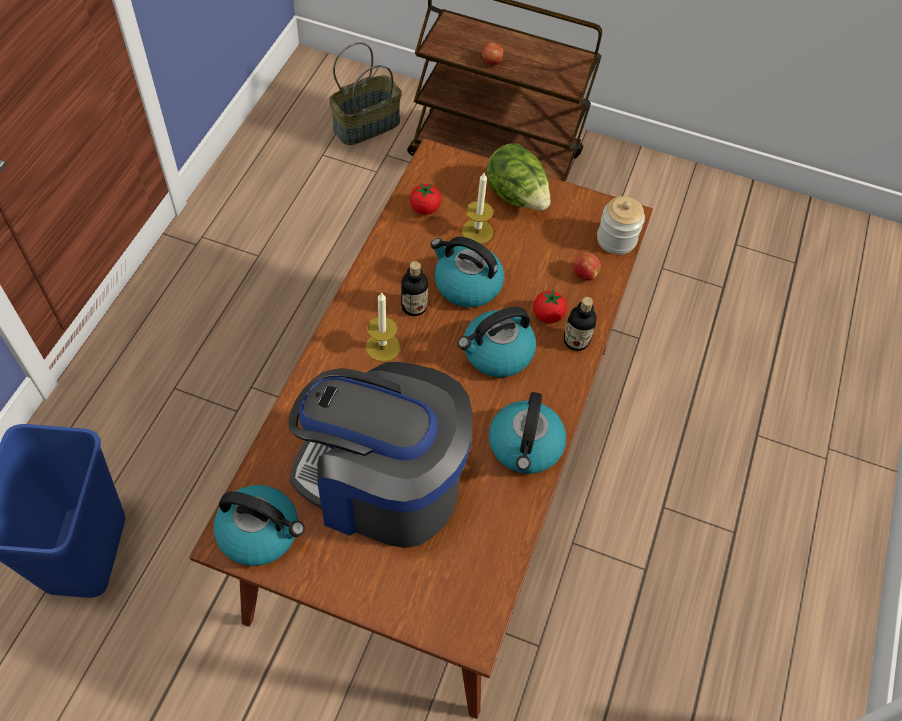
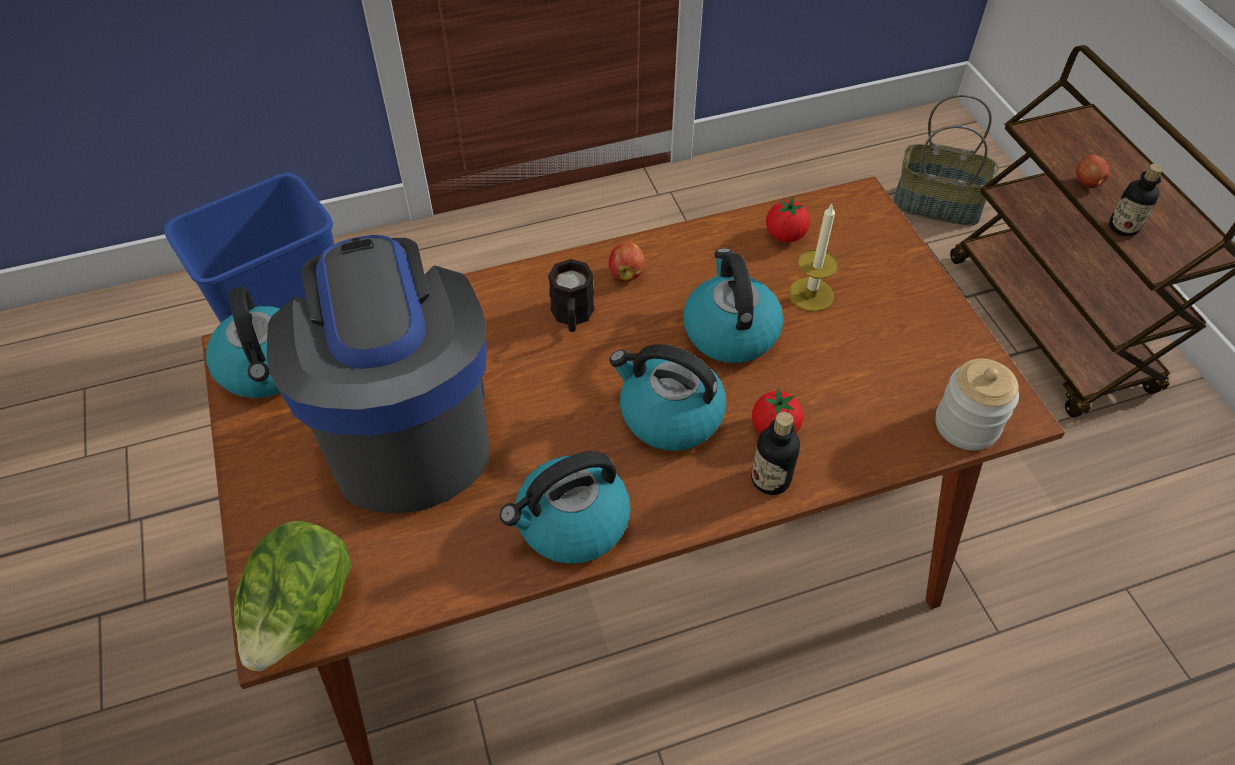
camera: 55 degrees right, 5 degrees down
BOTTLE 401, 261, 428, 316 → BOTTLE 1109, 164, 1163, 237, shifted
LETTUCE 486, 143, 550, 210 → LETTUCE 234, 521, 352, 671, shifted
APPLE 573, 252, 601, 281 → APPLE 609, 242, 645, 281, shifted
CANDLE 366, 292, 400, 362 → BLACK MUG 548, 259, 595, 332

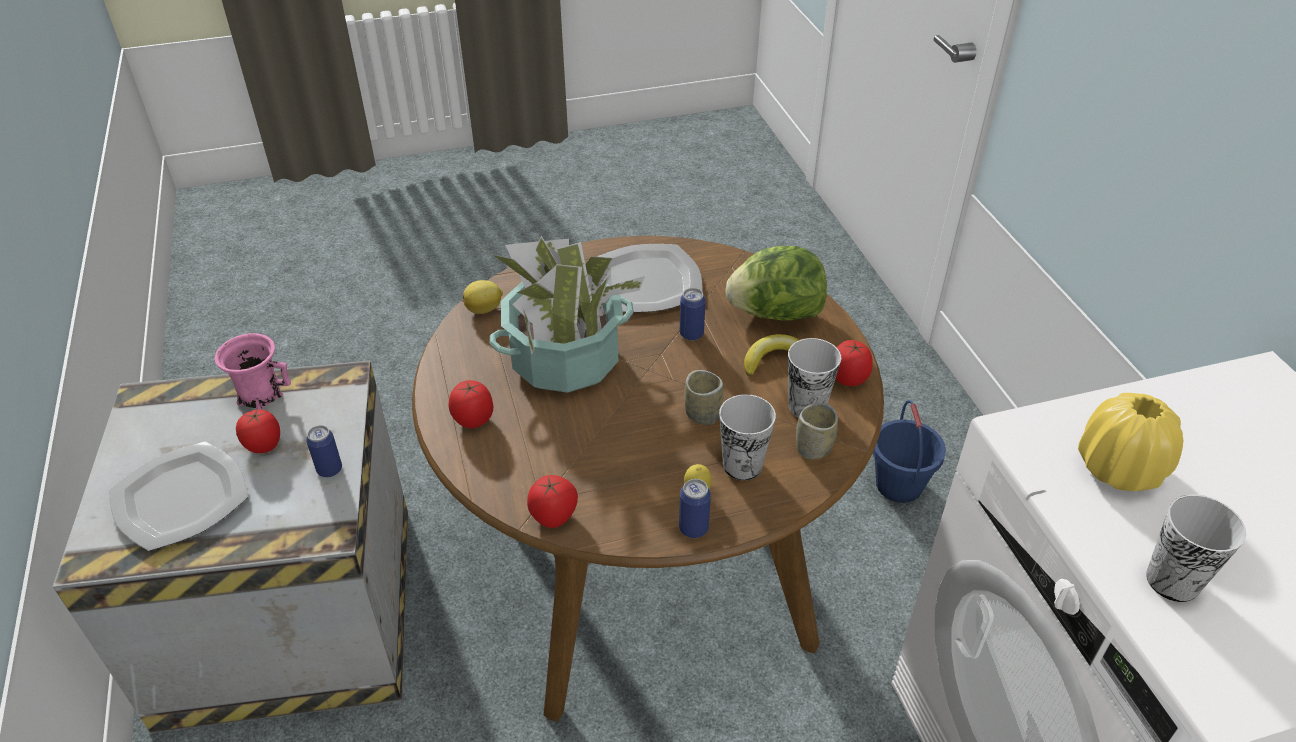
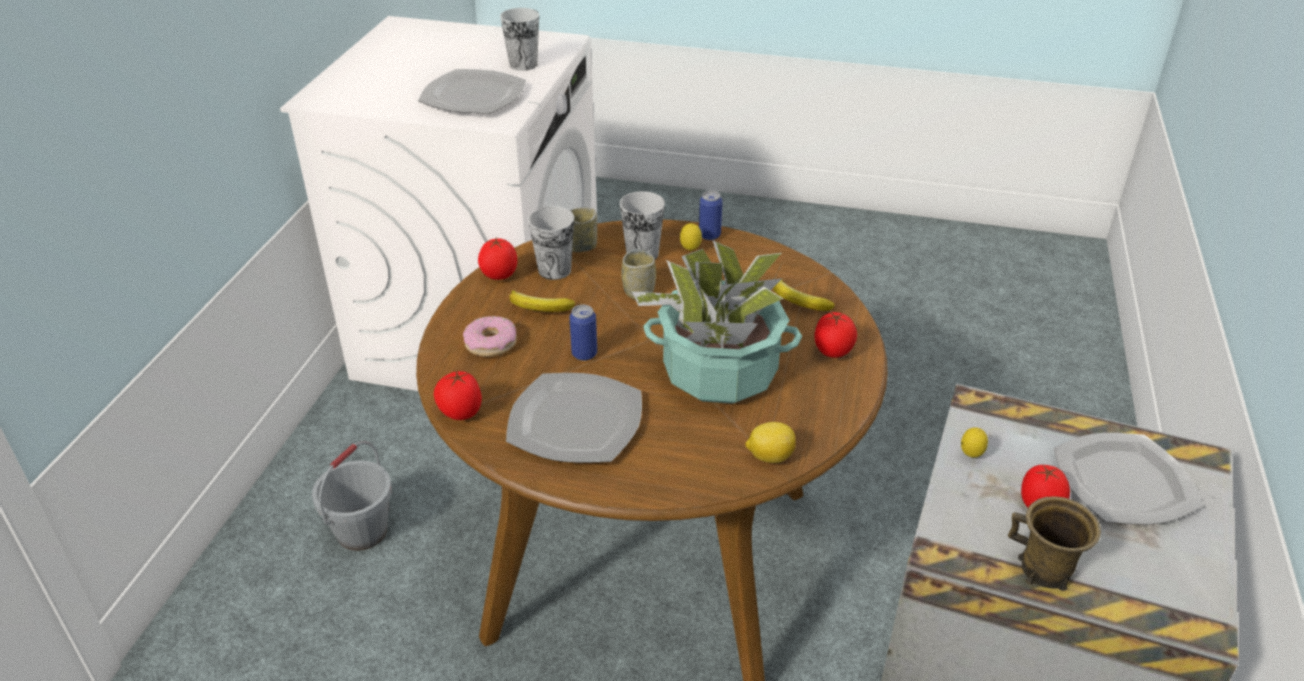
camera: 150 degrees left, 5 degrees down
- → BANANA 773, 279, 835, 311
TOMATO 527, 475, 578, 528 → TOMATO 434, 370, 482, 420, shifted
CAN 306, 425, 342, 478 → LEMON 961, 427, 988, 458
LETTUCE 725, 246, 827, 321 → DONUT 463, 316, 517, 357
YELLOW VASE 1078, 393, 1183, 491 → PLATE 418, 69, 526, 114
PINK MUG 215, 333, 291, 410 → BROWN MUG 1008, 496, 1101, 591
BLUE BUCKET 873, 400, 946, 503 → GREY BUCKET 312, 442, 392, 551

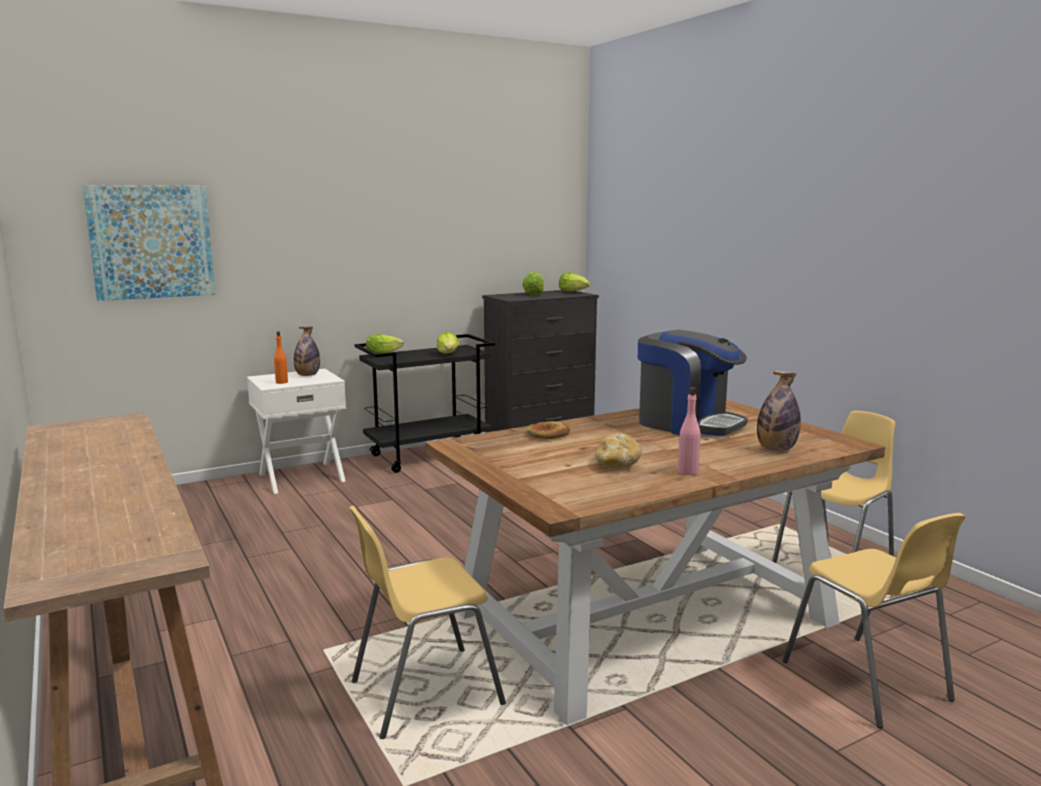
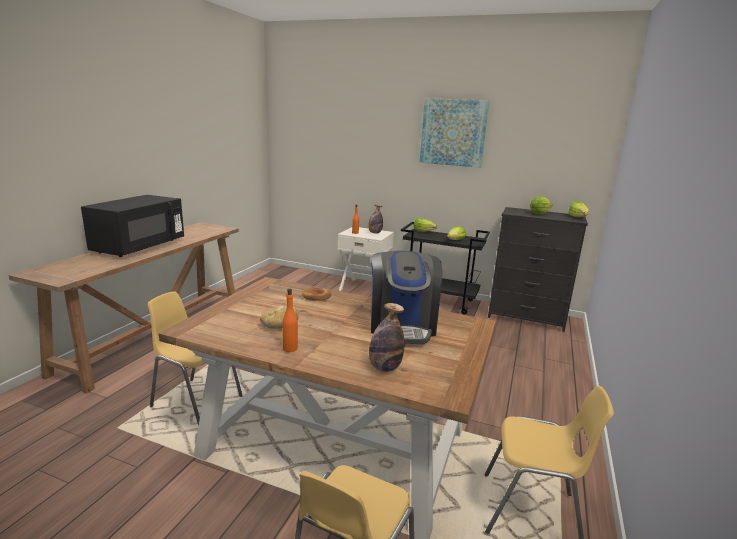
camera: 50 degrees right, 5 degrees up
- → BLACK MICROWAVE 81, 195, 184, 257
PICTURE 82, 185, 215, 301 → PICTURE 420, 98, 489, 168, shifted
PINK BOTTLE 678, 387, 701, 475 → ORANGE BOTTLE 282, 288, 298, 352

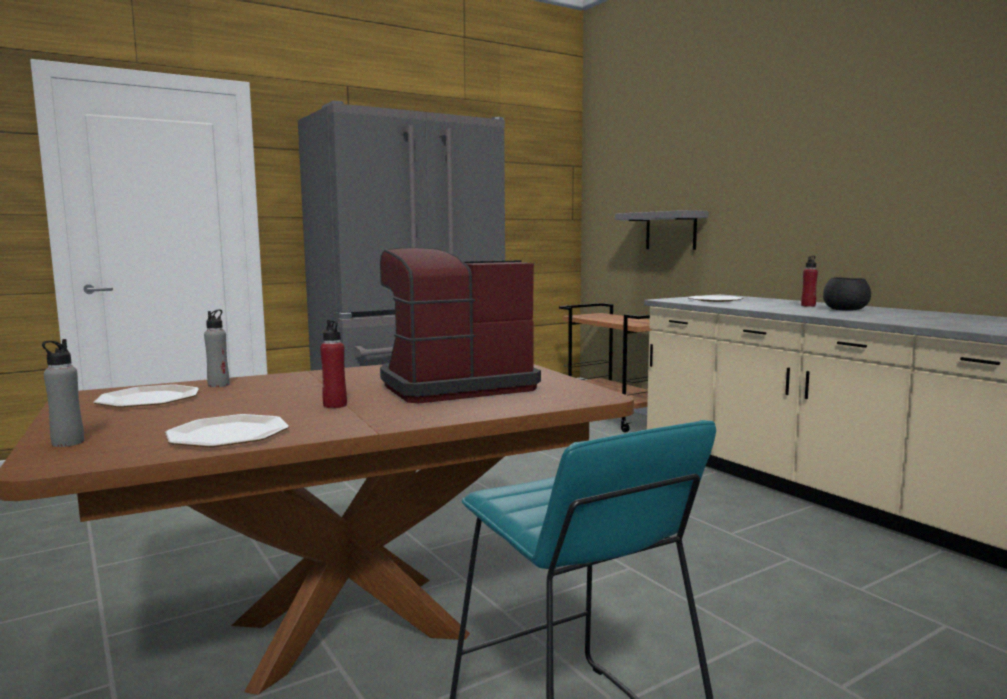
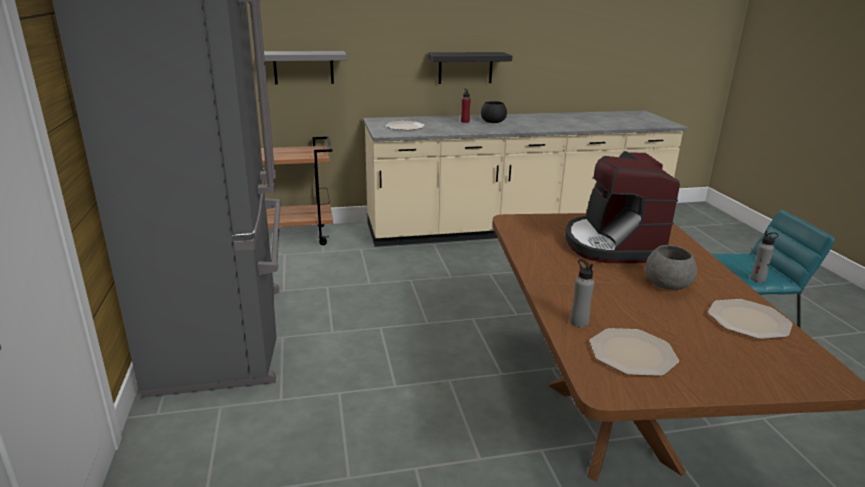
camera: 70 degrees left, 15 degrees up
- → BLACK SHELF 428, 52, 512, 84
GREY BOTTLE 42, 339, 84, 447 → GREY BOTTLE 750, 231, 779, 283, shifted
RED BOTTLE 320, 320, 347, 408 → GREY BOWL 645, 245, 697, 290

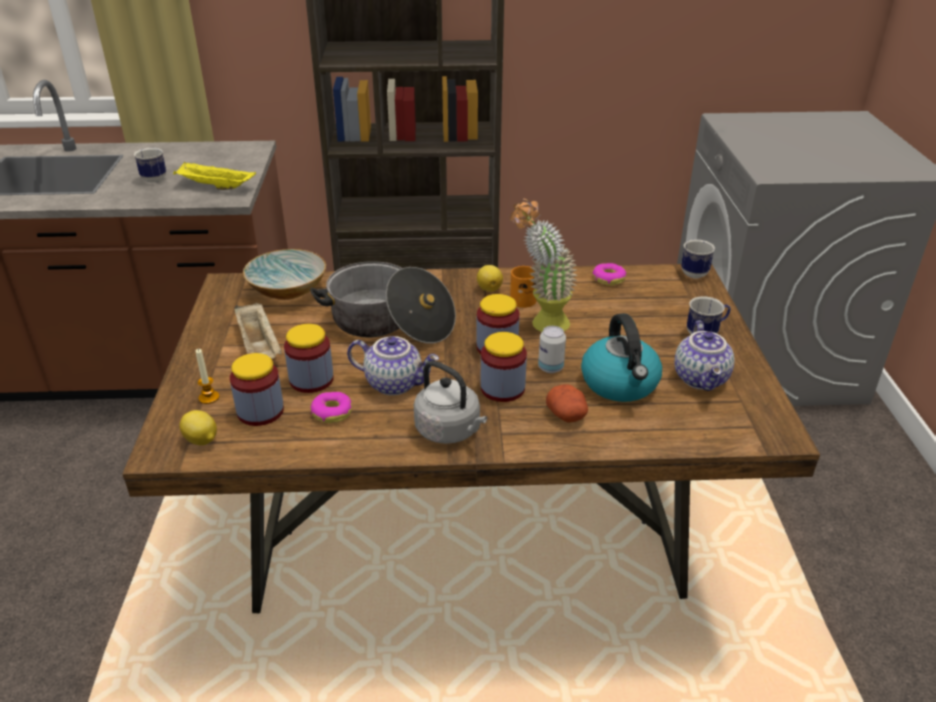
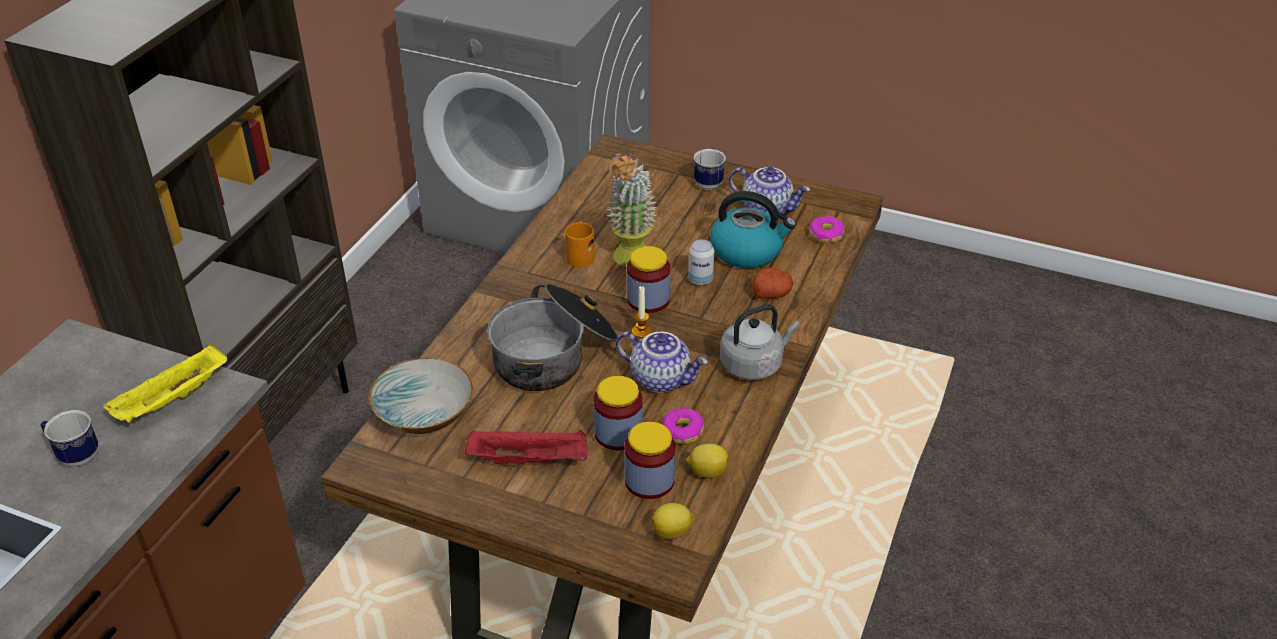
camera: 65 degrees left, 5 degrees up
JAR 480, 332, 527, 402 → -
MUG 681, 239, 715, 278 → -
CANDLE 196, 349, 219, 404 → CANDLE 632, 286, 651, 338, shifted
LEMON 477, 265, 503, 292 → LEMON 686, 444, 729, 478, shifted
DONUT 592, 263, 626, 286 → DONUT 809, 216, 844, 243, shifted
BEIGE TRAY 234, 303, 282, 359 → RED TRAY 465, 429, 588, 468
TEAPOT 347, 336, 439, 396 → TEAPOT 616, 331, 708, 393, 75 degrees clockwise

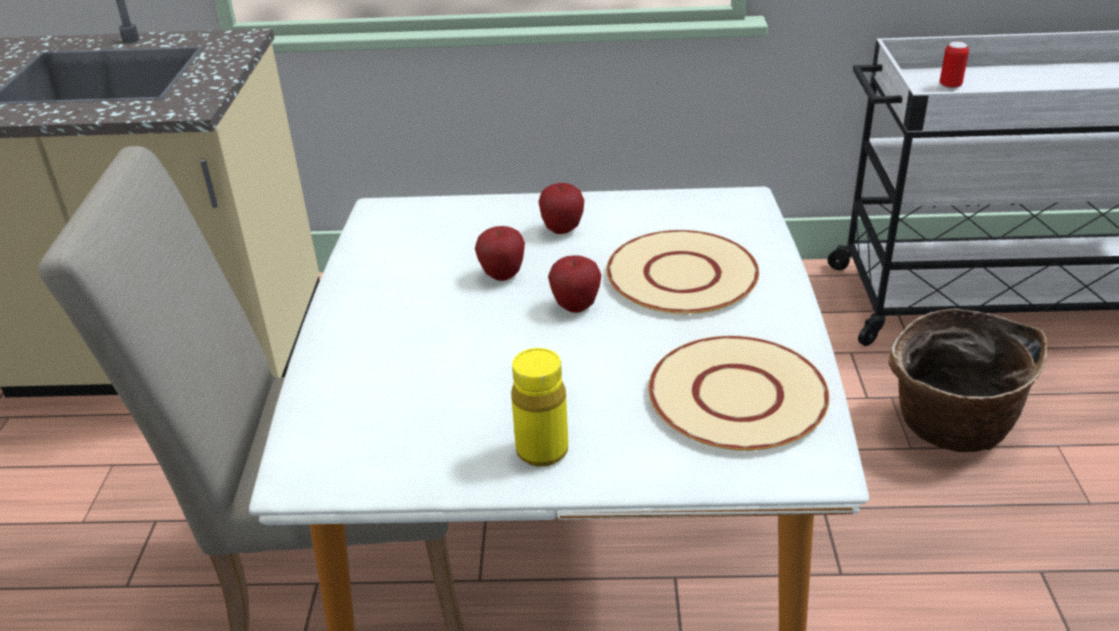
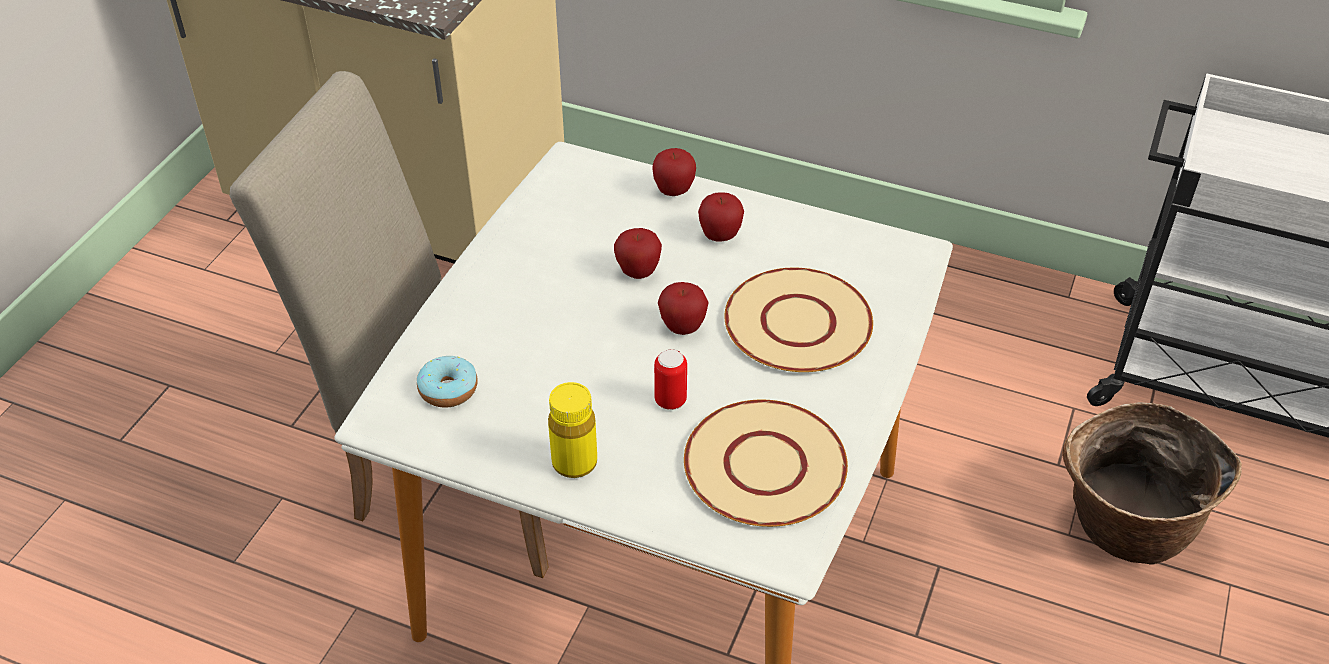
camera: 20 degrees right, 10 degrees up
- → DONUT 417, 356, 478, 408
- → APPLE 652, 148, 696, 196
CAN 940, 42, 969, 89 → CAN 654, 349, 687, 410, shifted

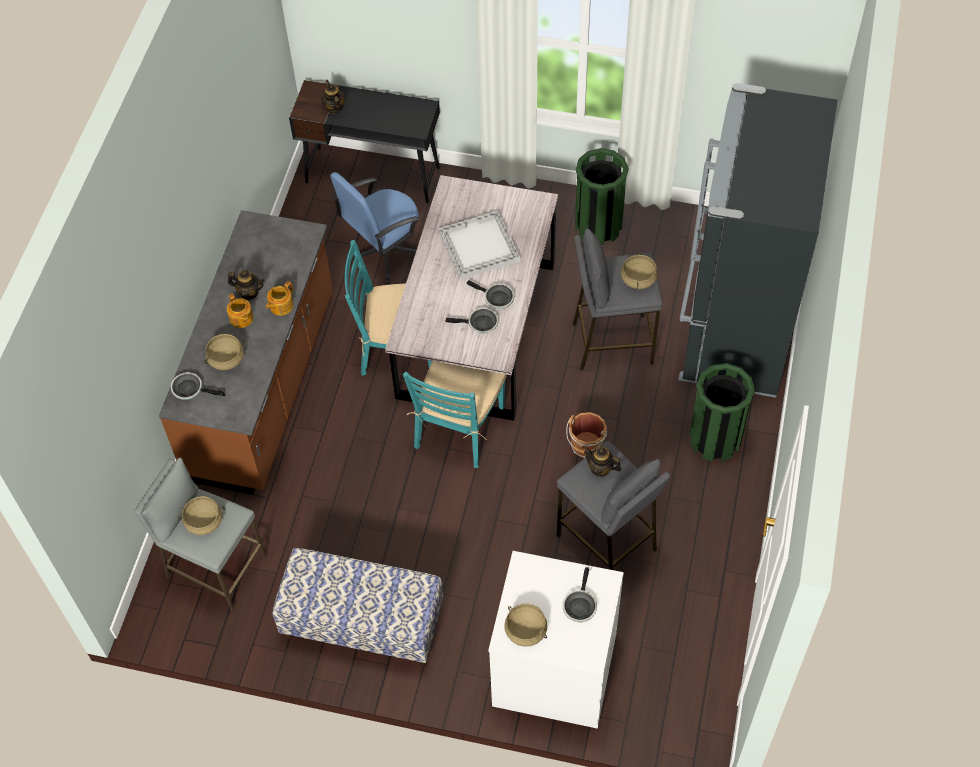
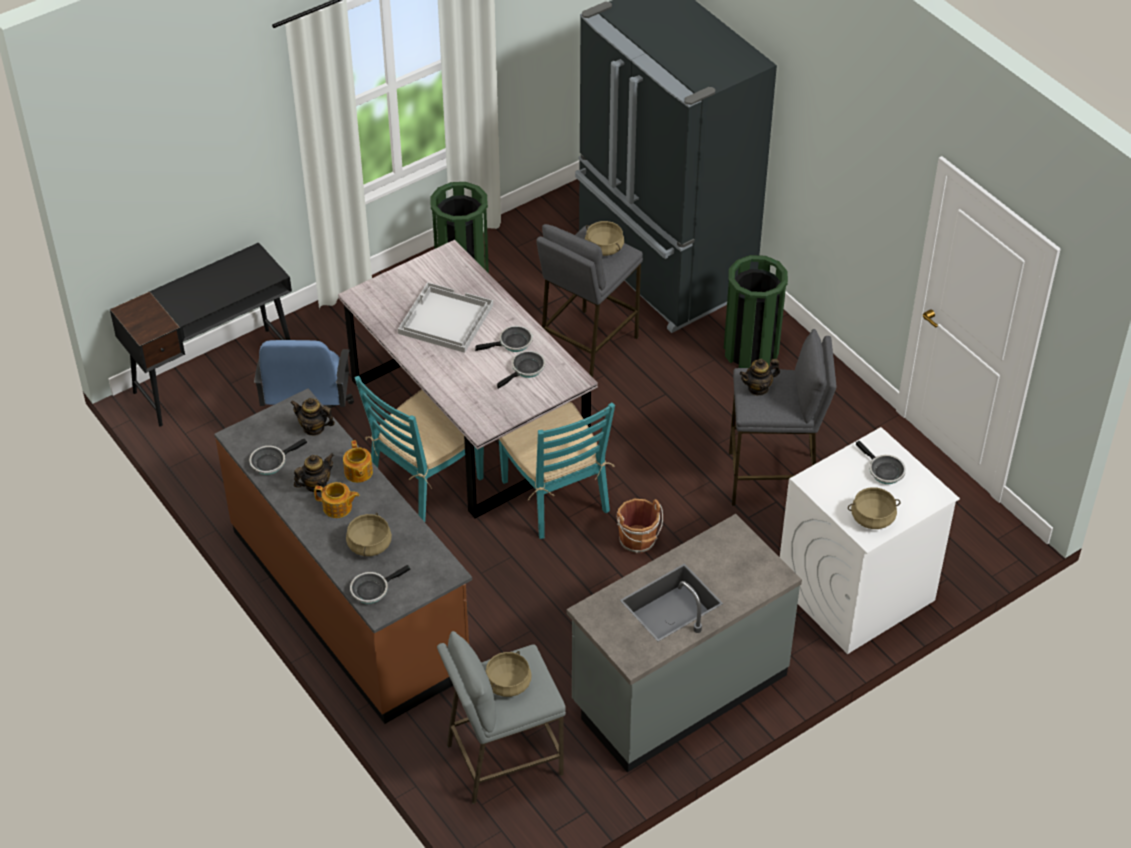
camera: 50 degrees left, 10 degrees down
- → FRYING PAN 249, 439, 307, 475
TEAPOT 321, 80, 345, 114 → TEAPOT 290, 398, 335, 436, shifted
BROWN BUCKET 566, 412, 607, 458 → BROWN BUCKET 617, 499, 663, 553, shifted
BENCH 273, 548, 444, 667 → GREY COUNTER 567, 514, 802, 773

